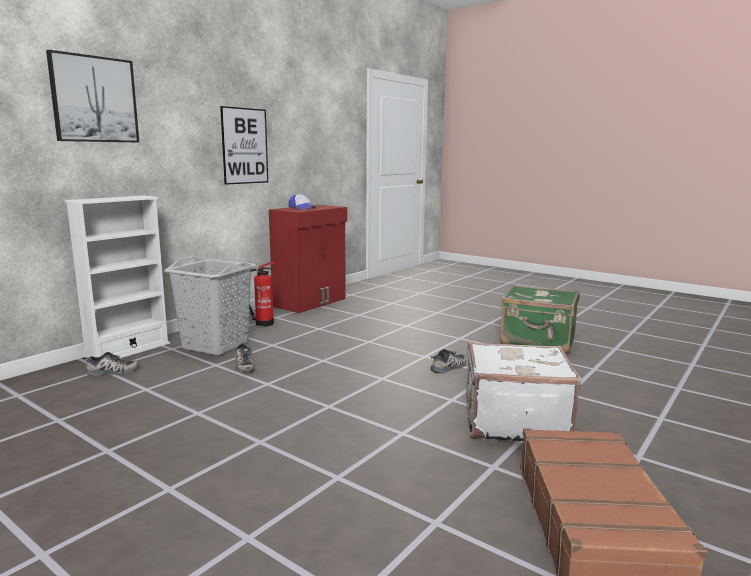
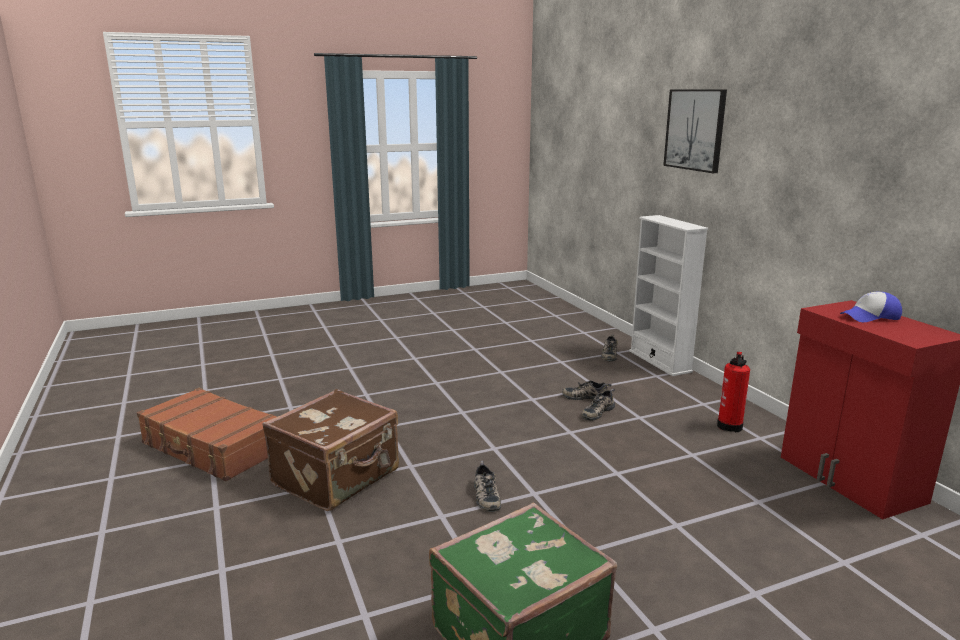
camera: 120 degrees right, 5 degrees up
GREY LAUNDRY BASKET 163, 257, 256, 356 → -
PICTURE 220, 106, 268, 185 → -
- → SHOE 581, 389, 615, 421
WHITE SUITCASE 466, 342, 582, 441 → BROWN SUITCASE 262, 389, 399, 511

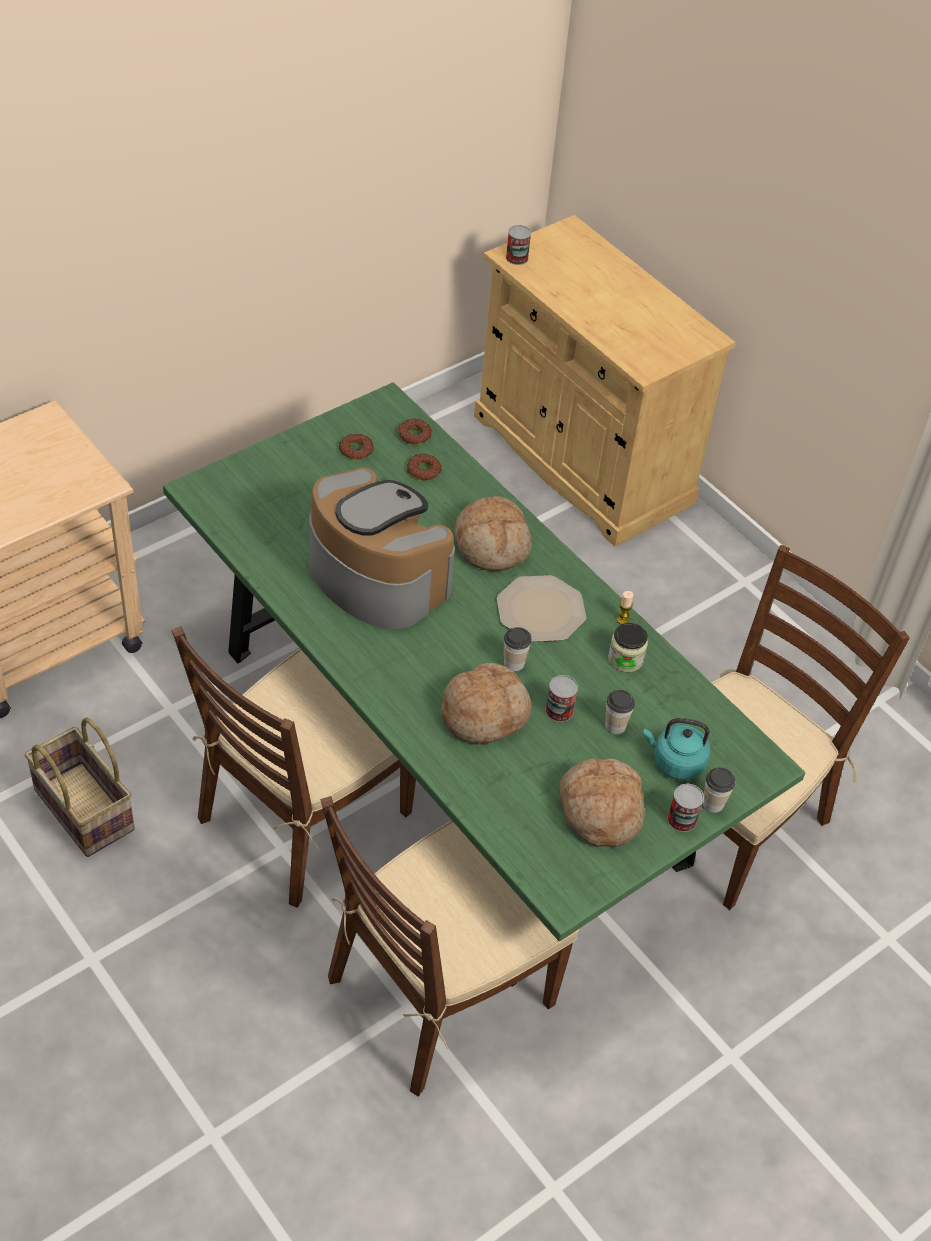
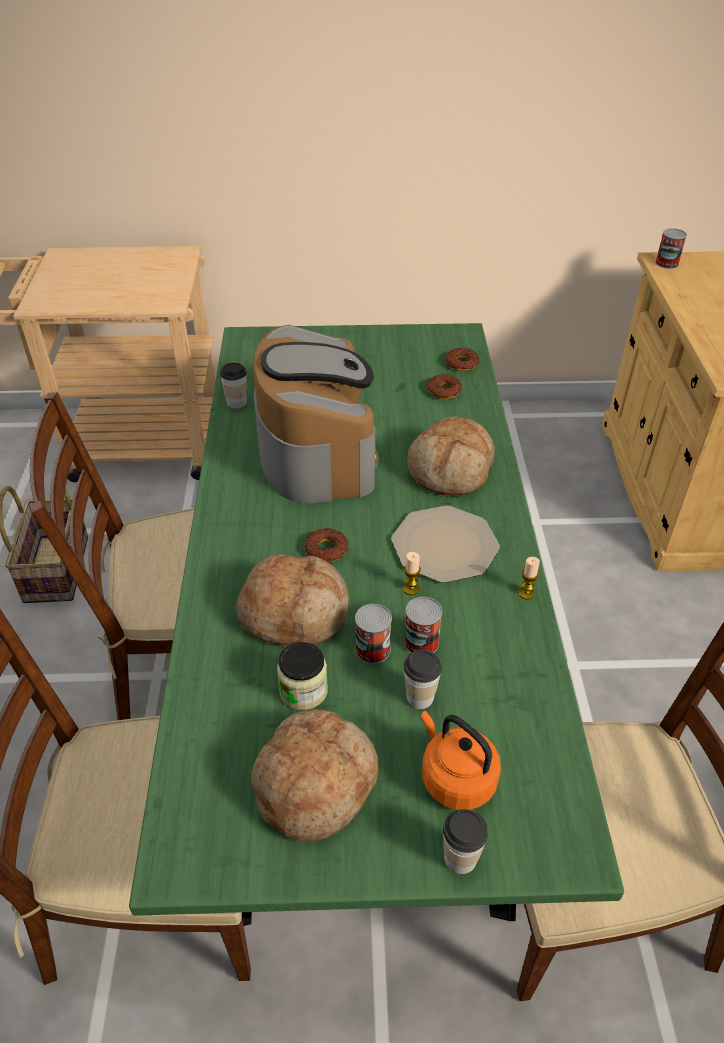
camera: 40 degrees right, 5 degrees down
- → CANDLE 403, 552, 421, 595
DONUT 339, 433, 374, 460 → DONUT 304, 528, 348, 563, shifted
CUP 504, 627, 531, 671 → CUP 220, 362, 247, 409, shifted
JAR 608, 623, 648, 672 → JAR 277, 642, 328, 710, shifted
CAN 667, 784, 704, 832 → CAN 404, 597, 442, 653, shifted
TURQUOISE KETTLE 643, 718, 711, 780 → ORANGE KETTLE 421, 711, 501, 810

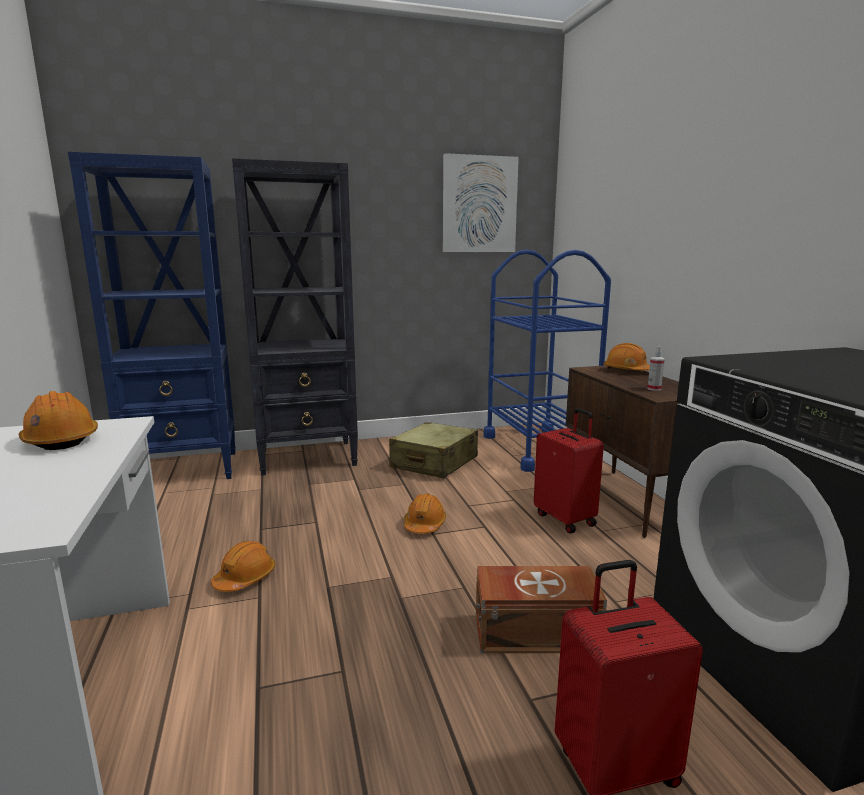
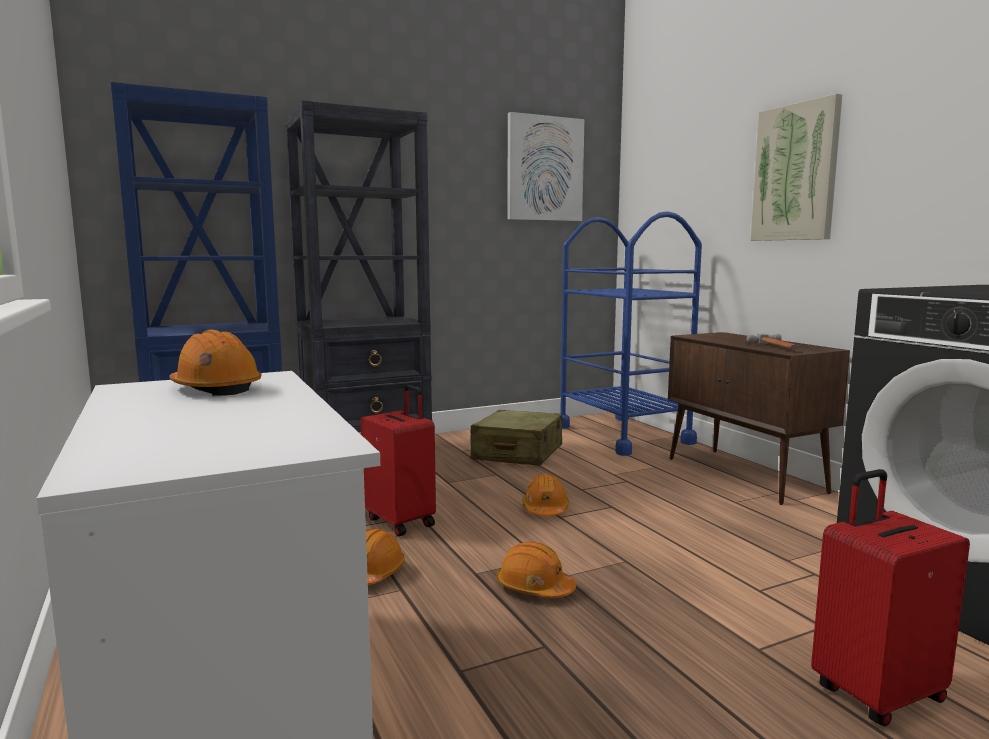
camera: 10 degrees left, 5 degrees down
BROWN STORAGE BOX 476, 566, 607, 653 → -
- → PICTURE 751, 94, 842, 241
RED SUITCASE 534, 408, 604, 533 → RED SUITCASE 360, 384, 436, 536, shifted
ORANGE HARD HAT 604, 343, 650, 371 → ORANGE HARD HAT 496, 541, 576, 598, shifted
SPRAY BOTTLE 647, 347, 665, 391 → HAMMER 746, 334, 799, 350

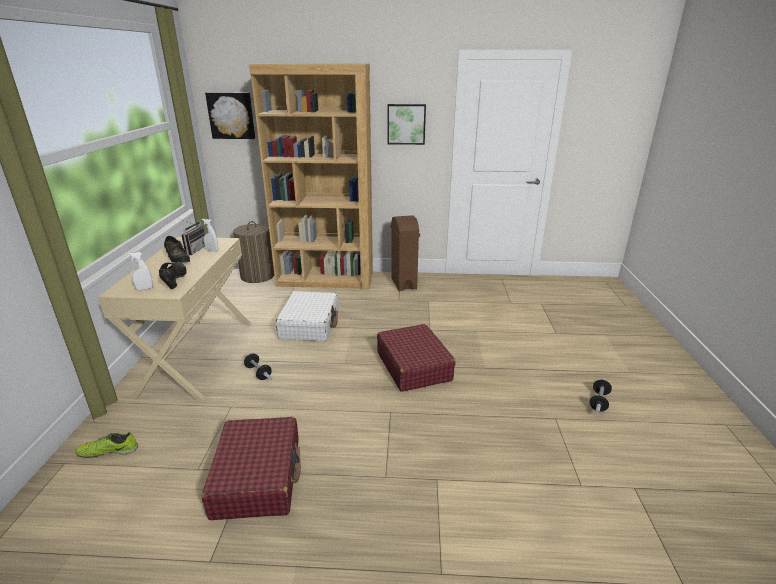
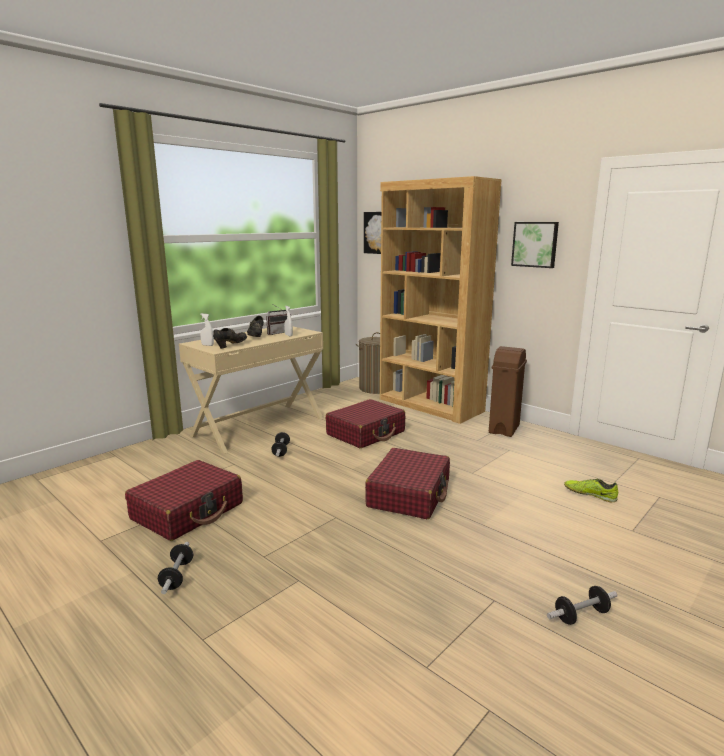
camera: 40 degrees right, 10 degrees down
- → DUMBBELL 158, 542, 193, 594
SHOE 75, 432, 138, 458 → SHOE 564, 479, 618, 502, shifted
WHITE SUITCASE 276, 291, 338, 342 → RED SUITCASE 326, 399, 405, 448

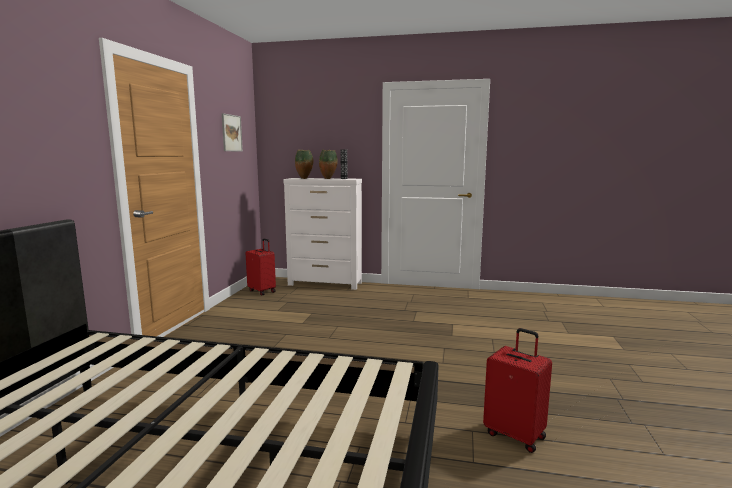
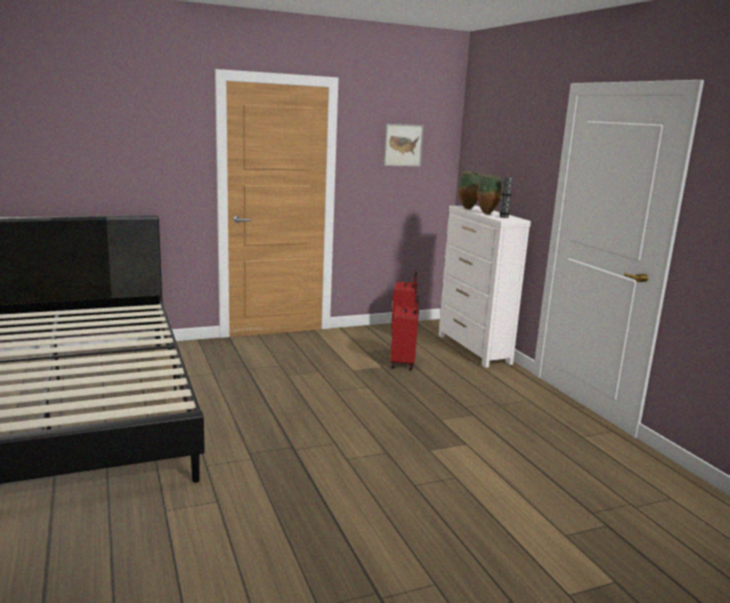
camera: 55 degrees right, 5 degrees up
RED SUITCASE 483, 328, 552, 453 → RED SUITCASE 391, 296, 419, 370, shifted

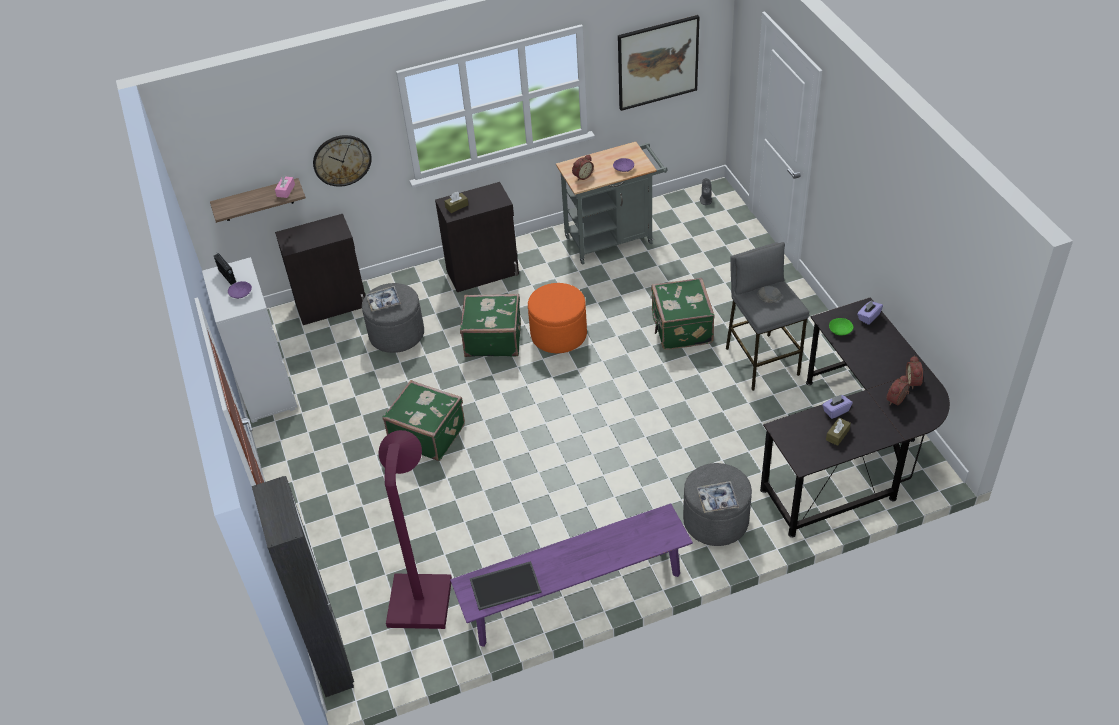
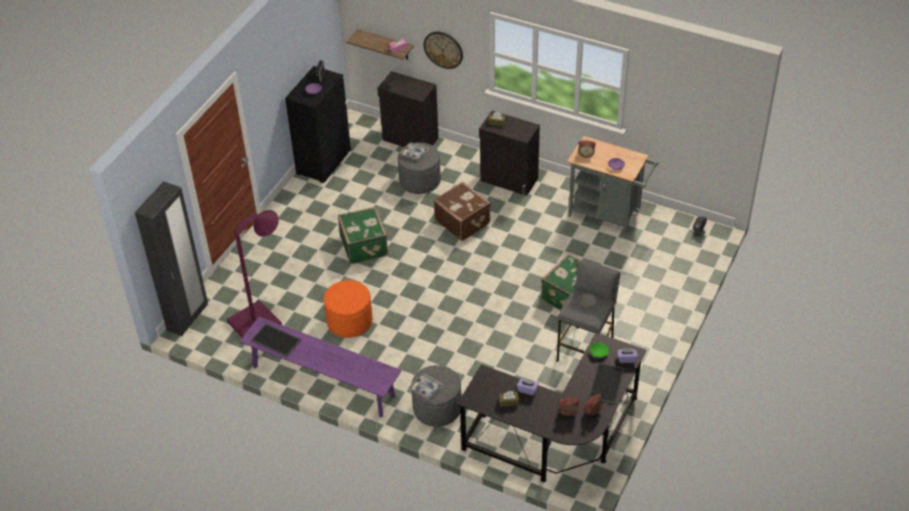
camera: 45 degrees right, 0 degrees up
PICTURE 618, 15, 699, 111 → -
- → TRAY 588, 363, 624, 404
ORANGE OTTOMAN 528, 283, 587, 353 → ORANGE OTTOMAN 324, 280, 373, 338, shifted
WHITE DRESSER 202, 257, 297, 423 → BLACK DRESSER 285, 66, 351, 183
GREEN SUITCASE 460, 294, 521, 357 → BROWN SUITCASE 434, 182, 491, 241

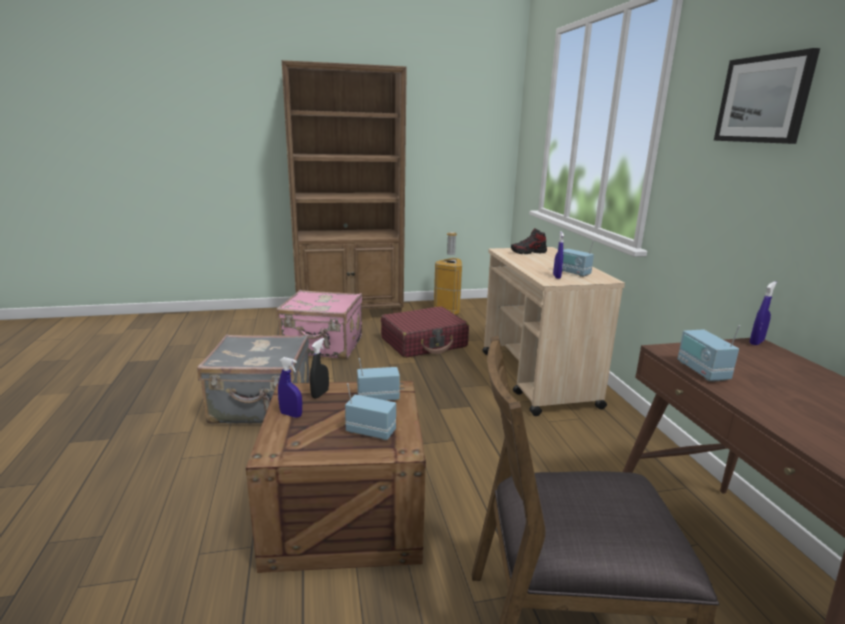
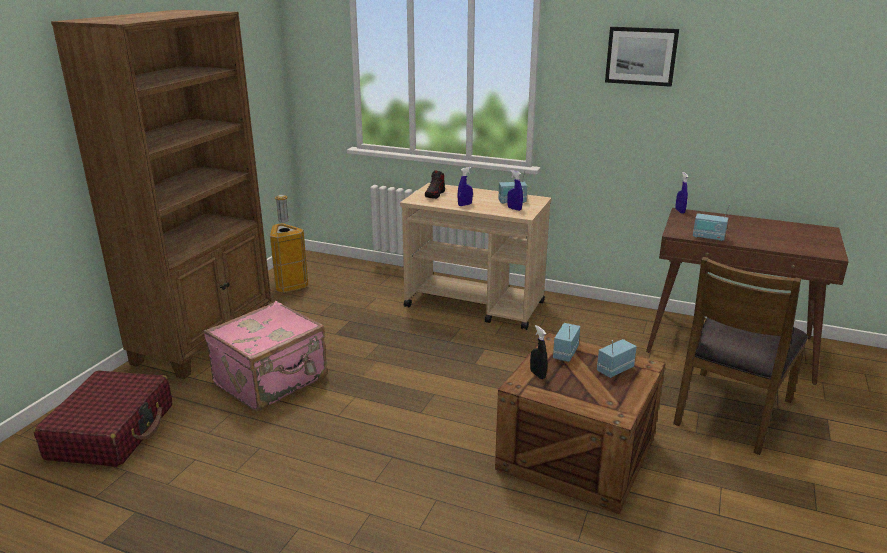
camera: 55 degrees left, 5 degrees up
GREY SUITCASE 197, 334, 310, 424 → -
BLUE SPRAY BOTTLE 278, 357, 302, 418 → BLUE SPRAY BOTTLE 458, 167, 473, 206, shifted
RED SUITCASE 381, 306, 469, 358 → RED SUITCASE 34, 371, 172, 467, shifted

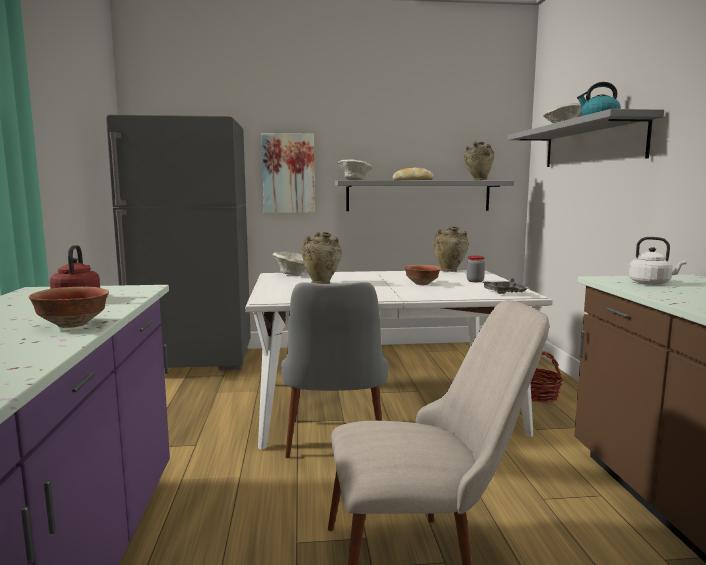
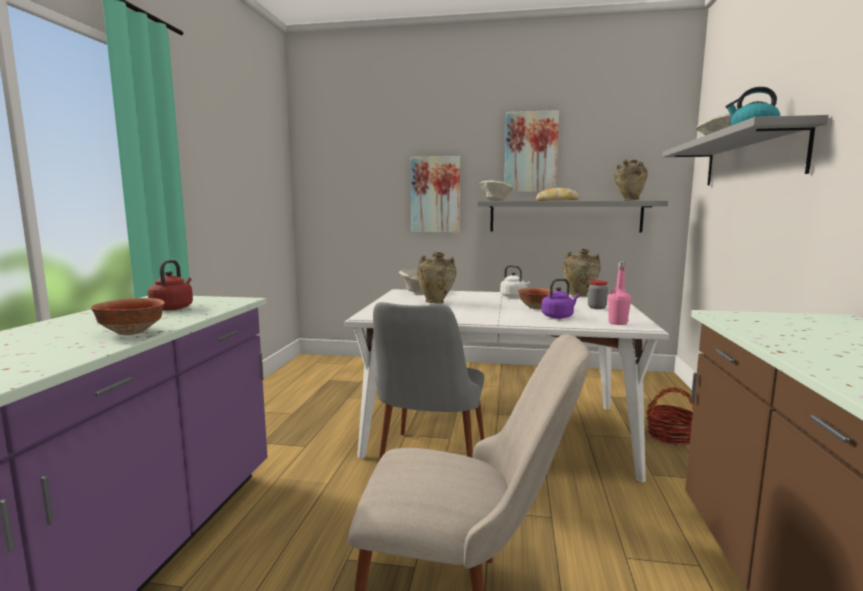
camera: 15 degrees right, 0 degrees up
GREY FRIDGE 106, 115, 251, 370 → -
- → PICTURE 504, 110, 559, 192
- → PURPLE KETTLE 541, 279, 580, 319
WHITE KETTLE 629, 237, 687, 285 → WHITE KETTLE 500, 265, 530, 298, shifted
GREY TRAY 483, 278, 531, 294 → PINK BOTTLE 608, 261, 631, 325

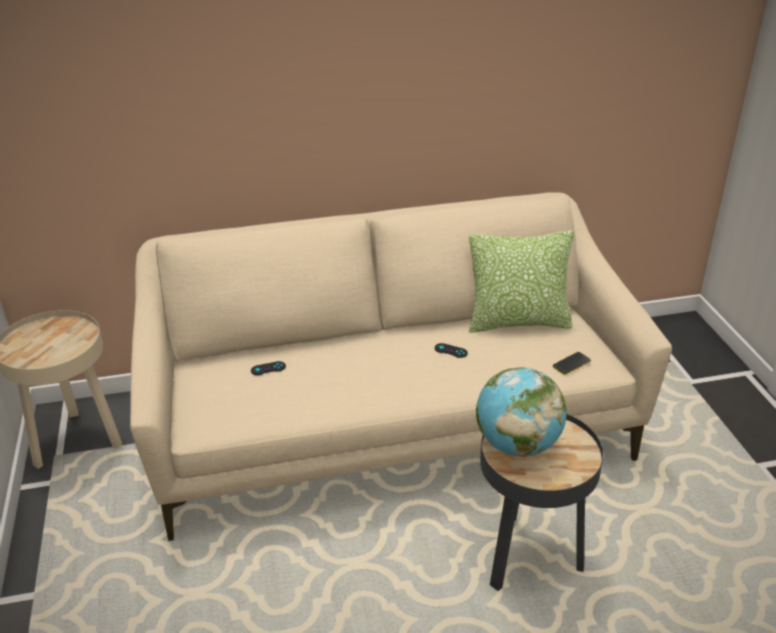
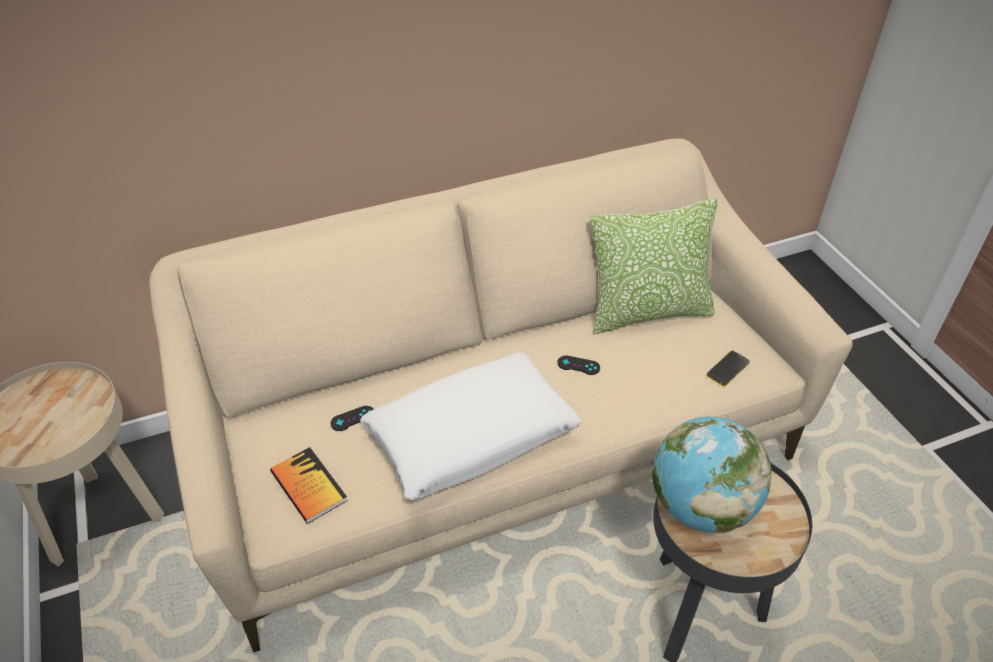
camera: 10 degrees left, 10 degrees up
- → BOOK 270, 447, 348, 524
- → WHITE PILLOW 360, 352, 582, 500

